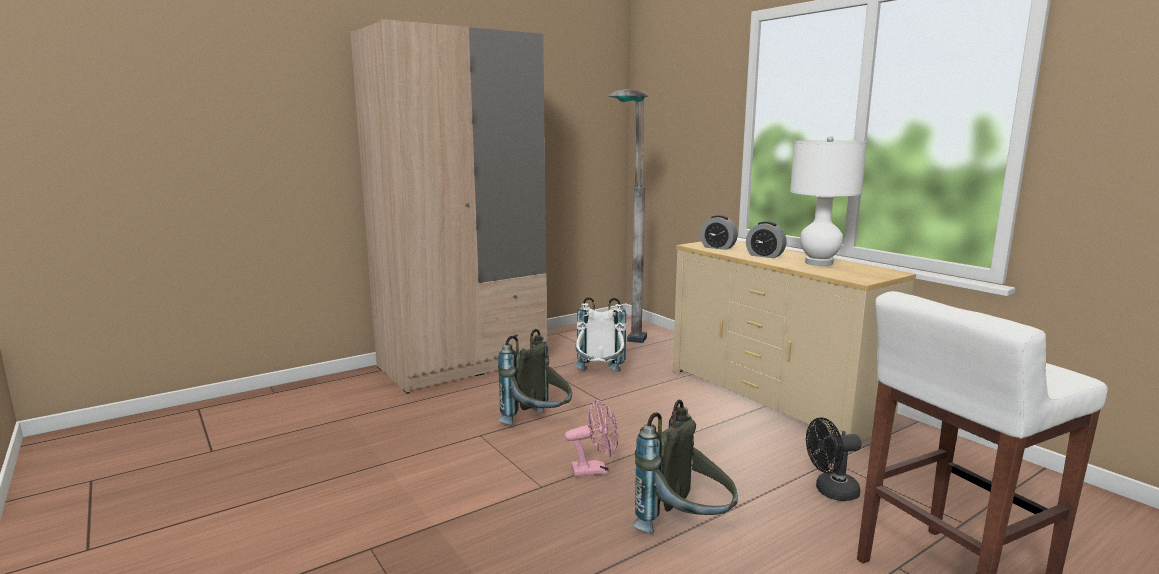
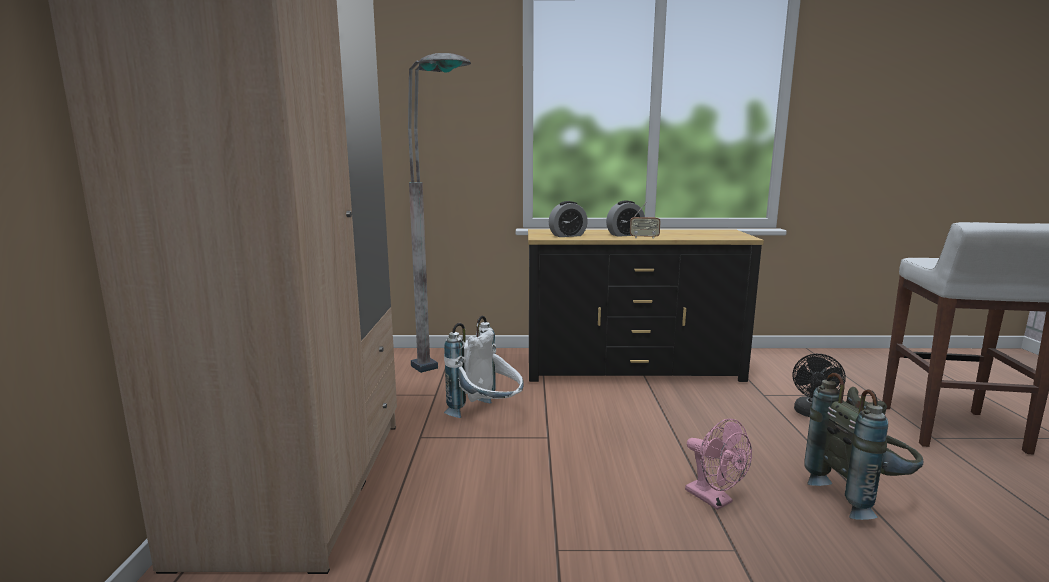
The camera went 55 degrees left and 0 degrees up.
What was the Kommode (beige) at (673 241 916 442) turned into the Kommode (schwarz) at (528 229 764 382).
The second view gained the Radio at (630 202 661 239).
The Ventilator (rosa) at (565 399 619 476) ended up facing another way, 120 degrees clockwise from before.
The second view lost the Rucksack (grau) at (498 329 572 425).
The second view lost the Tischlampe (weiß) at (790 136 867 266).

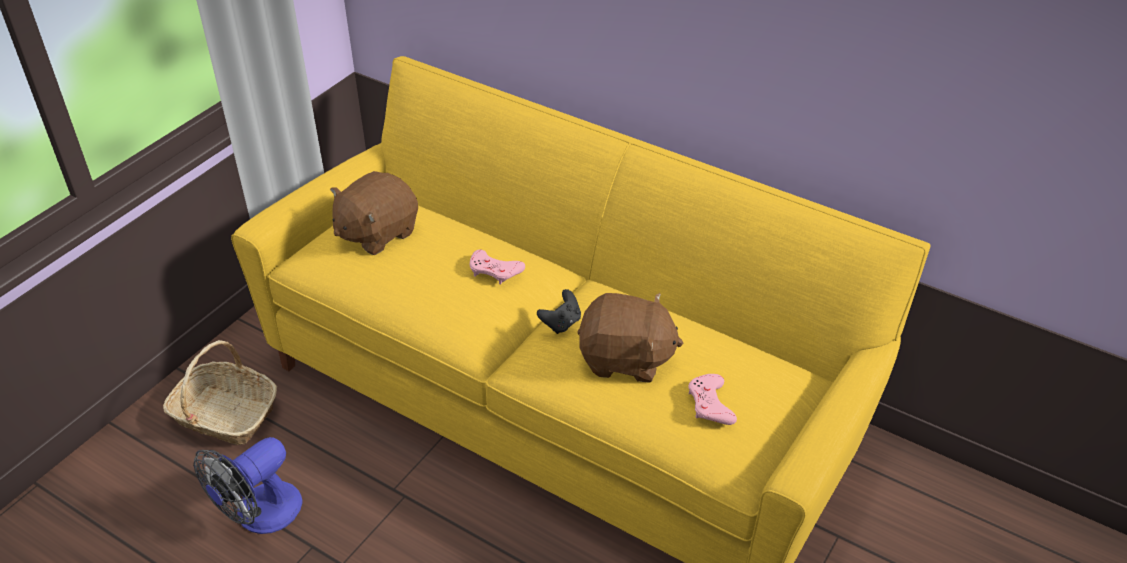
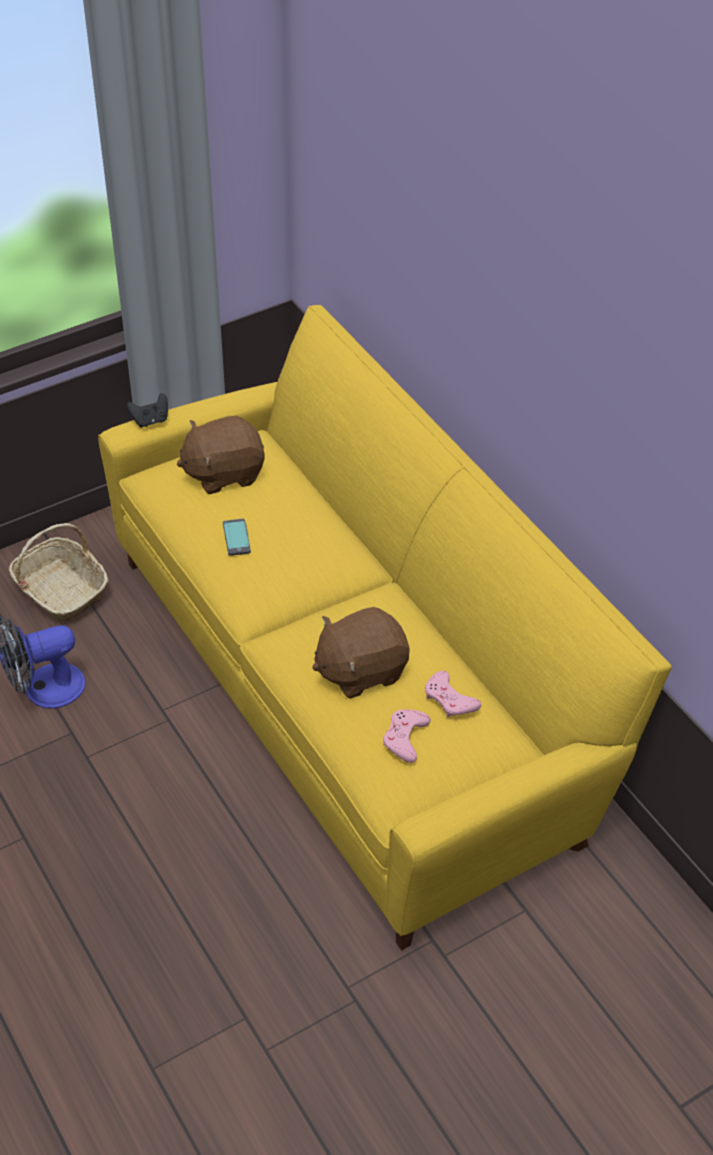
The camera went 25 degrees right and 5 degrees up.
The Gamepad (schwarz) ended up elsewhere, having gone from (537 289 581 334) to (127 393 168 427).
The second view gained the Handy at (223 519 251 556).
The Plüschtier (braun) at (577 293 683 383) ended up facing another way, 120 degrees clockwise from before.
The Gamepad (rosa) ended up elsewhere, having gone from (470 250 525 284) to (425 671 481 717).

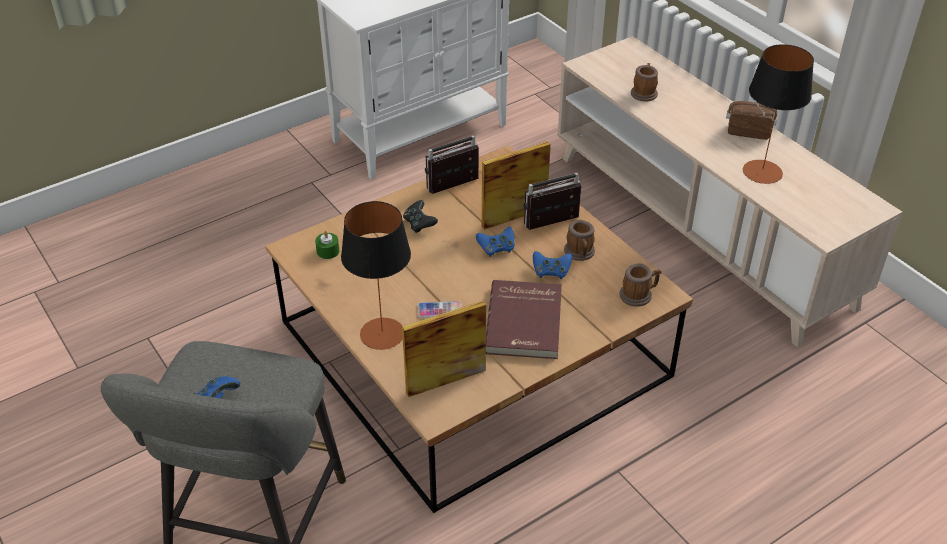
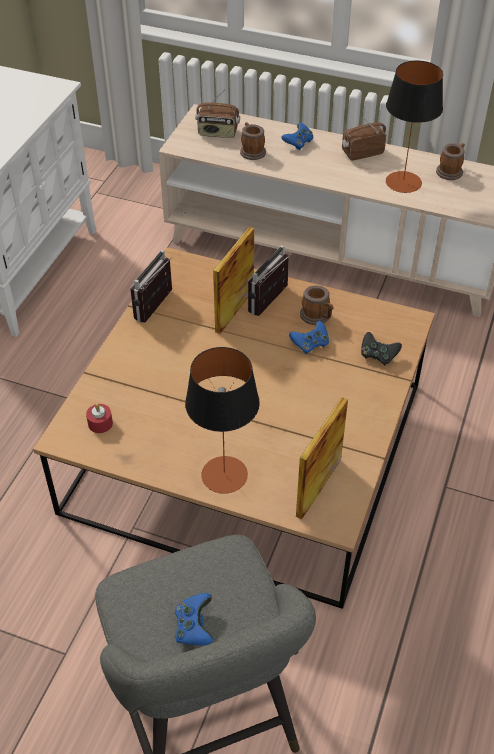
The camera went 35 degrees left and 5 degrees up.
What was the Kerze (grün) at (315 230 339 259) turned into the Kerze (rot) at (86 404 113 433).
The second view gained the Radio at (195 90 240 138).
The Gamepad (blau) ended up elsewhere, having gone from (476 227 515 257) to (282 123 313 150).
The Gamepad (schwarz) ended up elsewhere, having gone from (403 200 438 233) to (361 332 402 366).
The Henkelbecher ended up elsewhere, having gone from (619 263 662 307) to (436 143 465 180).
The second view lost the Handy at (418 301 461 318).
The second view lost the Buch (rot) at (486 280 562 359).

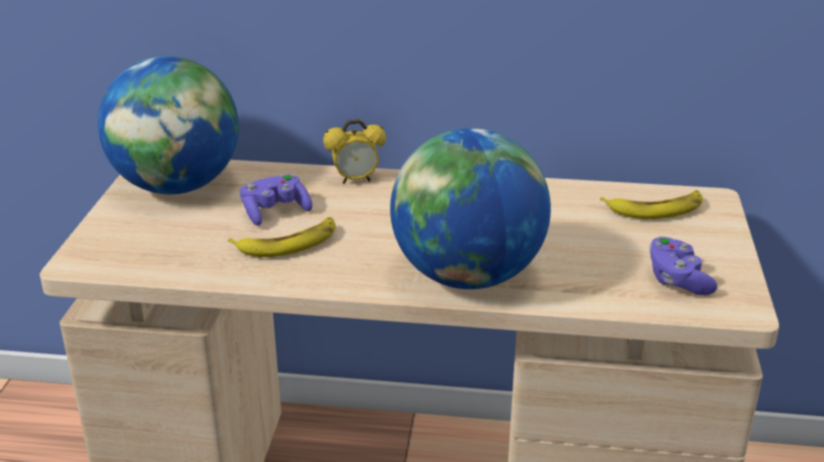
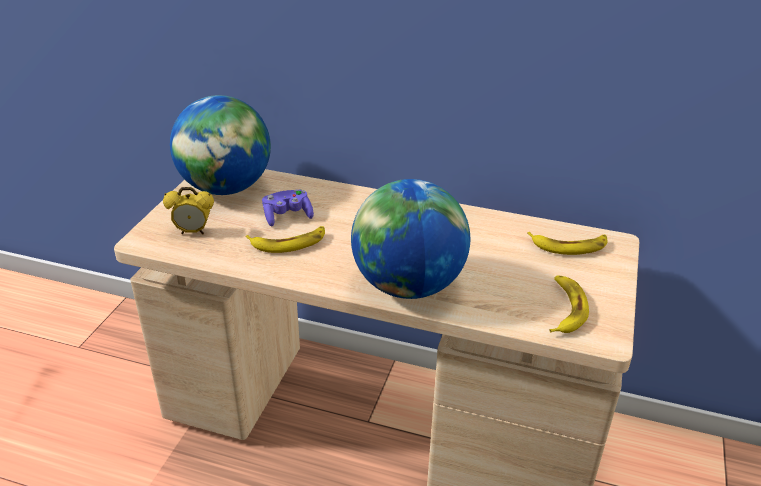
The camera went 10 degrees right and 5 degrees up.
The Wecker ended up elsewhere, having gone from (323 119 386 184) to (163 187 214 234).
Where the Gamepad (lila) stood at (649 236 718 295), the Banane came to stand at (549 275 589 333).

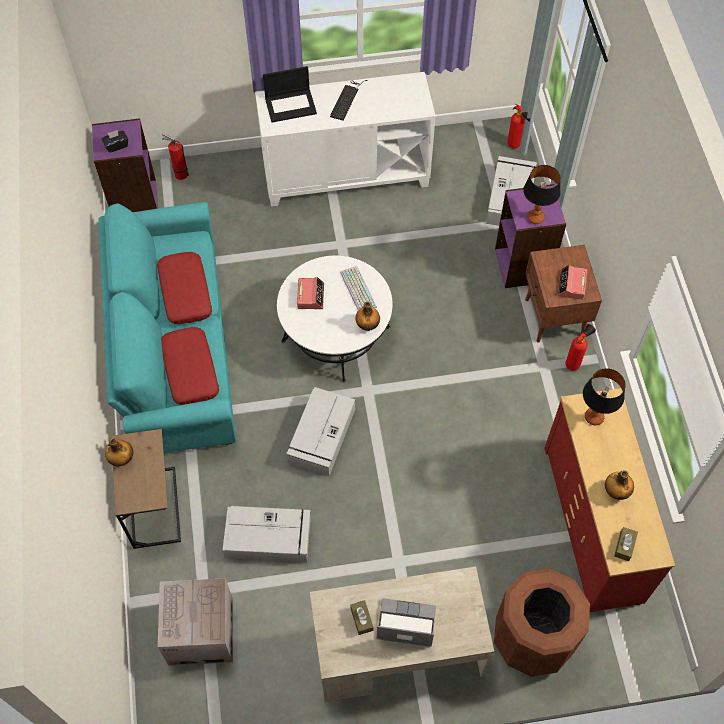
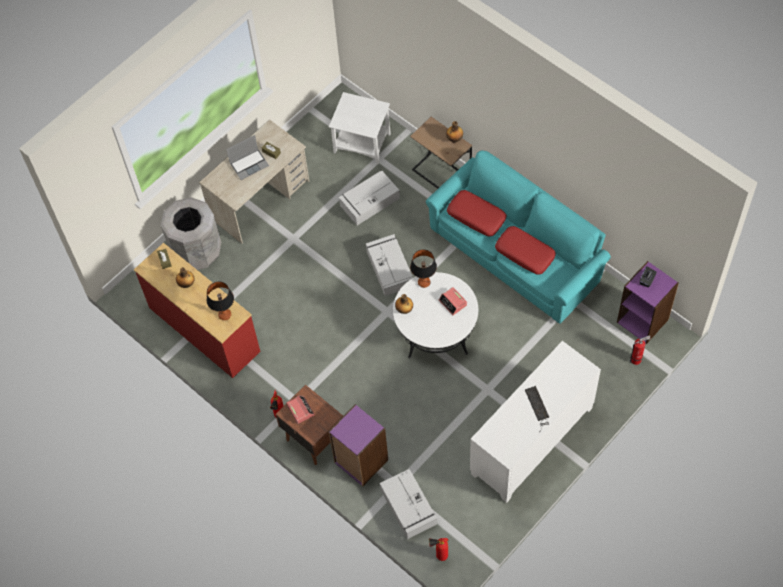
The camera went 145 degrees right and 0 degrees up.
What was the Mülleimer (braun) at (494 568 590 677) turned into the Mülleimer (grau) at (161 197 221 270).
Where the Karton stood at (157 578 233 666), the Beistelltisch (weiß) came to stand at (329 92 391 164).
The Tischlampe ended up elsewhere, having gone from (523 165 561 224) to (410 249 437 288).
The second view lost the Laptop at (263 66 317 122).
The second view lost the Tastatur at (340 266 377 310).

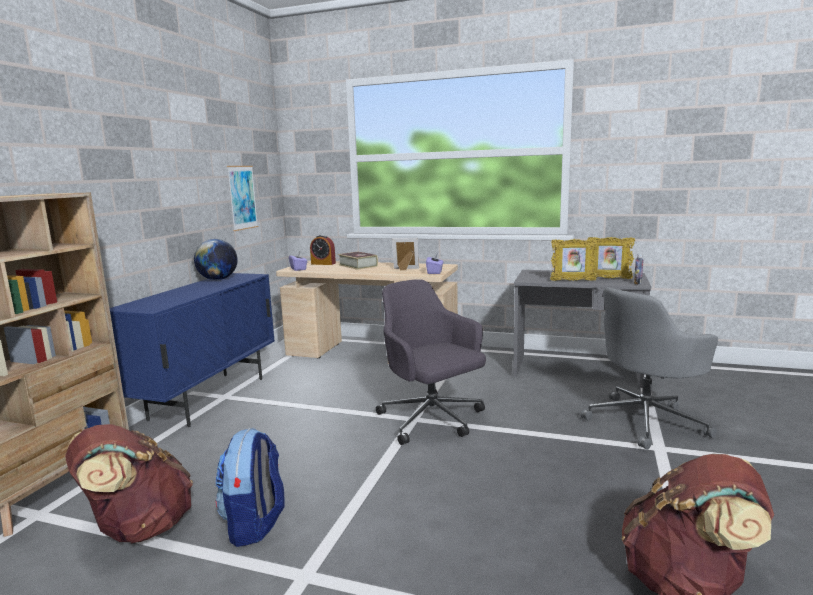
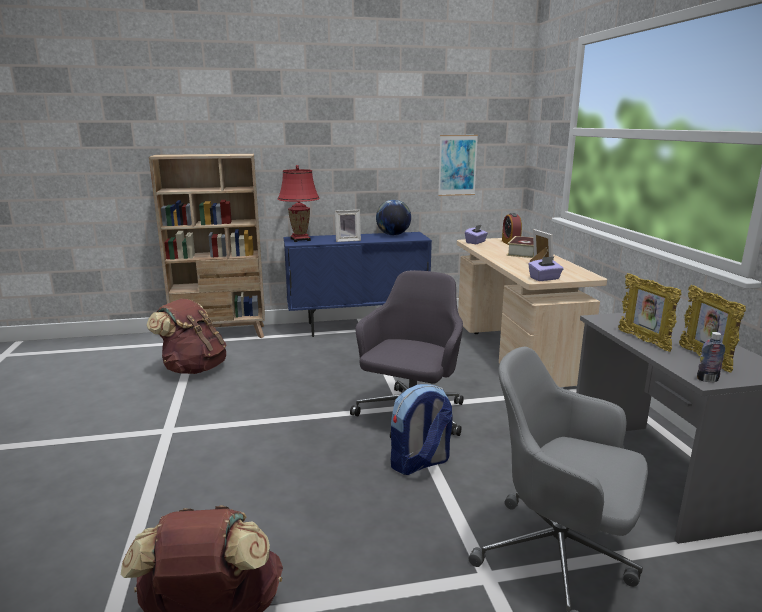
The camera went 60 degrees right and 5 degrees up.
The second view gained the Tischlampe (rot) at (278 165 320 242).
The second view gained the Bilderrahmen at (335 210 361 242).
The Rucksack ended up elsewhere, having gone from (216 428 284 547) to (391 384 453 475).

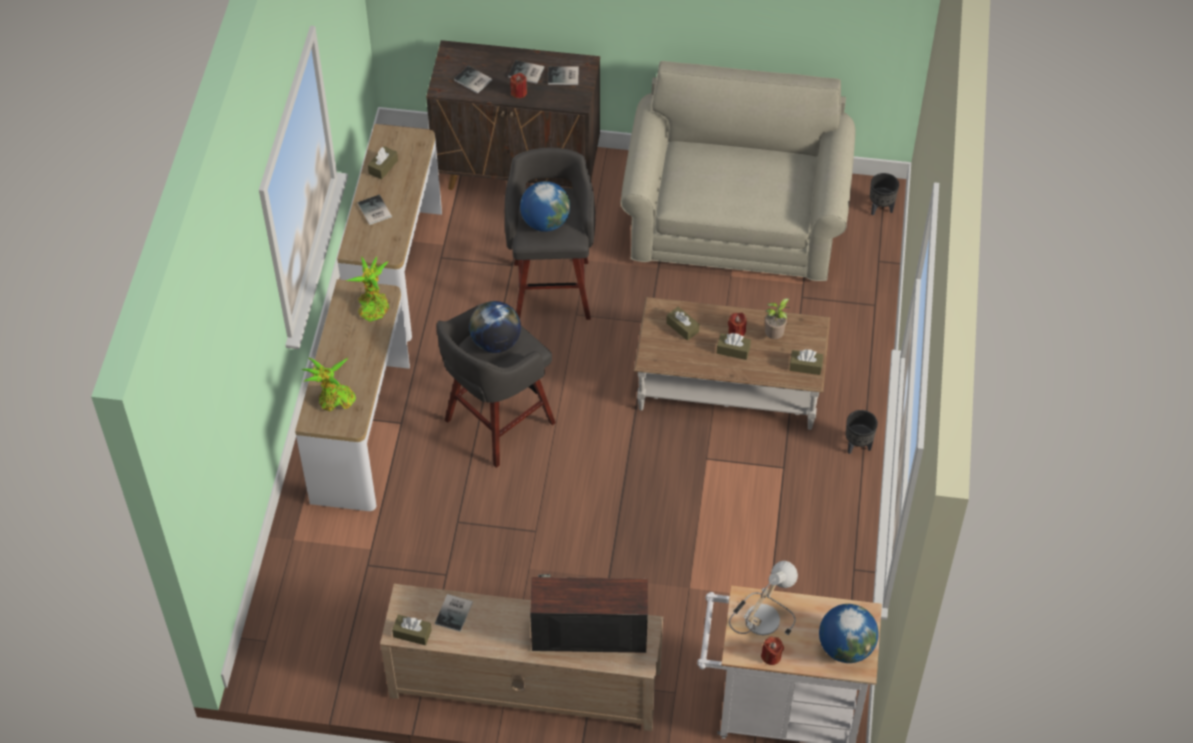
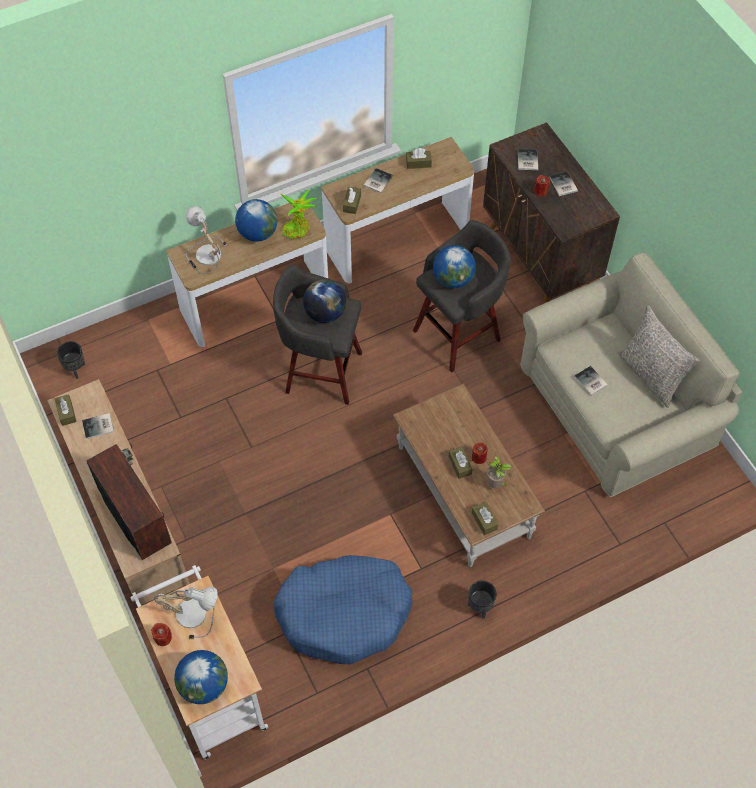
The camera went 55 degrees right and 5 degrees up.
The Pflanzkübel (schwarz) ended up elsewhere, having gone from (870 173 899 215) to (57 341 85 379).
Where the Topfpflanze stood at (302 358 356 411), the Tischlampe came to stand at (186 206 227 274).
The second view gained the Globus at (235 199 277 242).
The second view gained the Hundebett (blau) at (274 555 413 664).
The Taschentuchbox (braun) ended up elsewhere, having gone from (666 307 699 341) to (343 187 361 214).
The Buch ended up elsewhere, having gone from (548 66 579 85) to (574 366 608 396).
The second view gained the Kissen (grau) at (618 306 700 408).

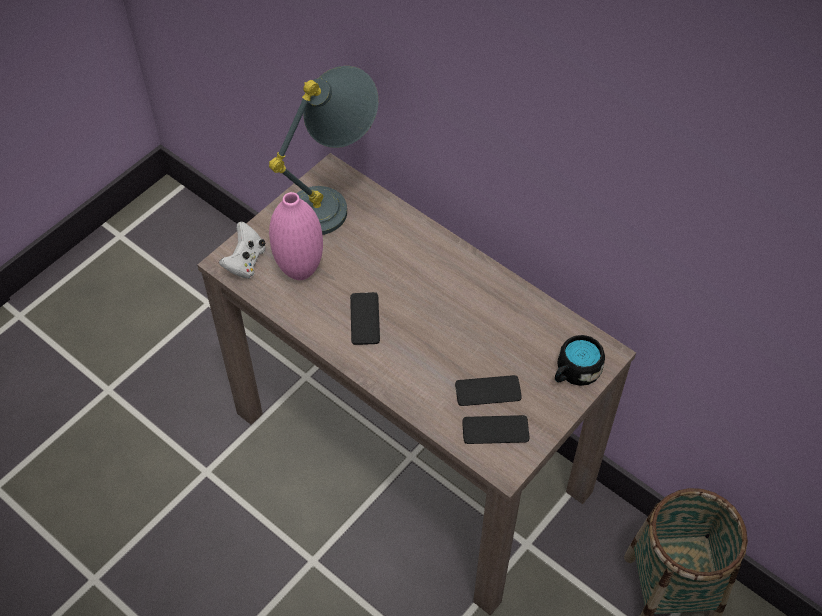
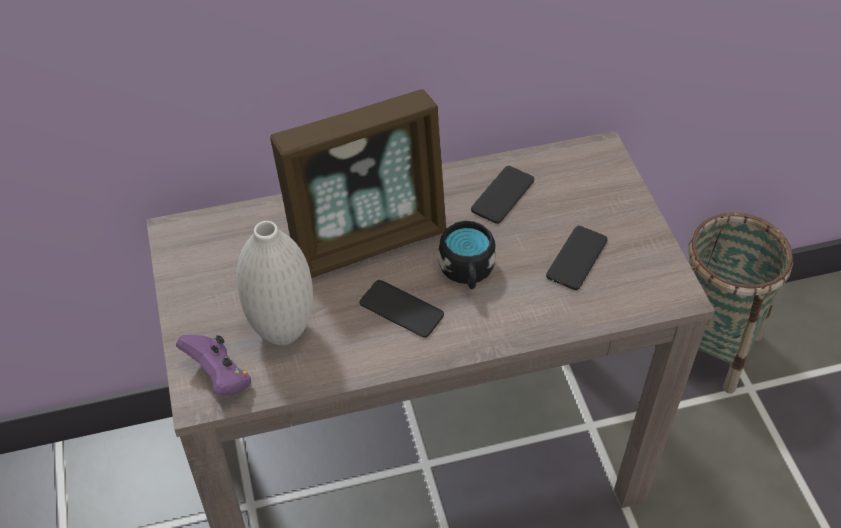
The camera went 55 degrees left and 5 degrees down.
What was the Gamepad (weiß) at (219 222 265 279) turned into the Gamepad (lila) at (176 335 251 395).
What was the Vase (rosa) at (269 192 323 280) turned into the Vase (weiß) at (237 221 313 346).
The second view gained the Bilderrahmen at (270 89 447 278).
The Henkelbecher (schwarz) ended up elsewhere, having gone from (555 335 605 386) to (438 221 496 290).
The Handy ended up elsewhere, having gone from (462 415 529 444) to (471 166 534 224).
The second view lost the Tischlampe (grau) at (269 66 378 235).

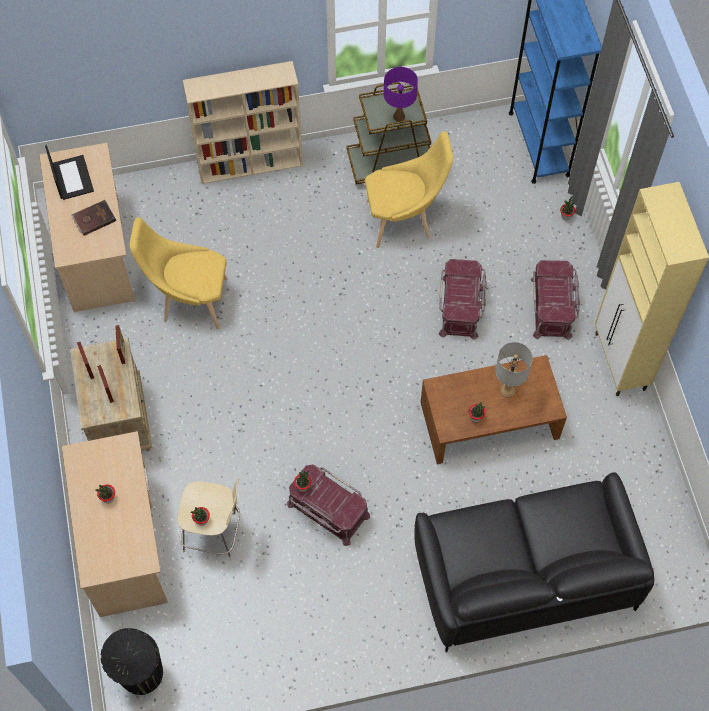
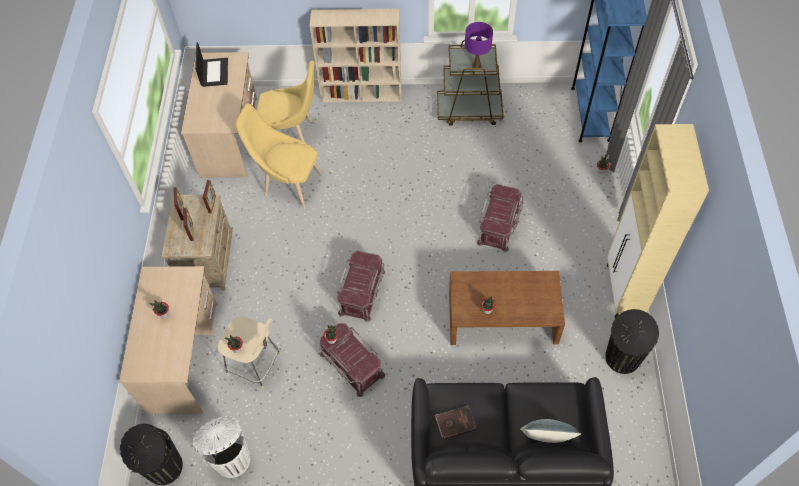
The camera went 15 degrees right and 5 degrees down.
The second view gained the Mülleimer (weiß) at (193 416 250 478).
The Stuhl (gelb) ended up elsewhere, having gone from (365 131 453 248) to (257 61 314 142).
The Aufbewahrungsbox (rot) ended up elsewhere, having gone from (531 260 580 340) to (337 251 385 323).
The Buch (braun) ended up elsewhere, having gone from (72 200 116 236) to (435 406 477 440).
The second view gained the Kissen at (520 419 581 443).
The second view gained the Mülleimer (schwarz) at (605 309 659 374).
The second view lost the Tischlampe (grau) at (495 342 533 397).

